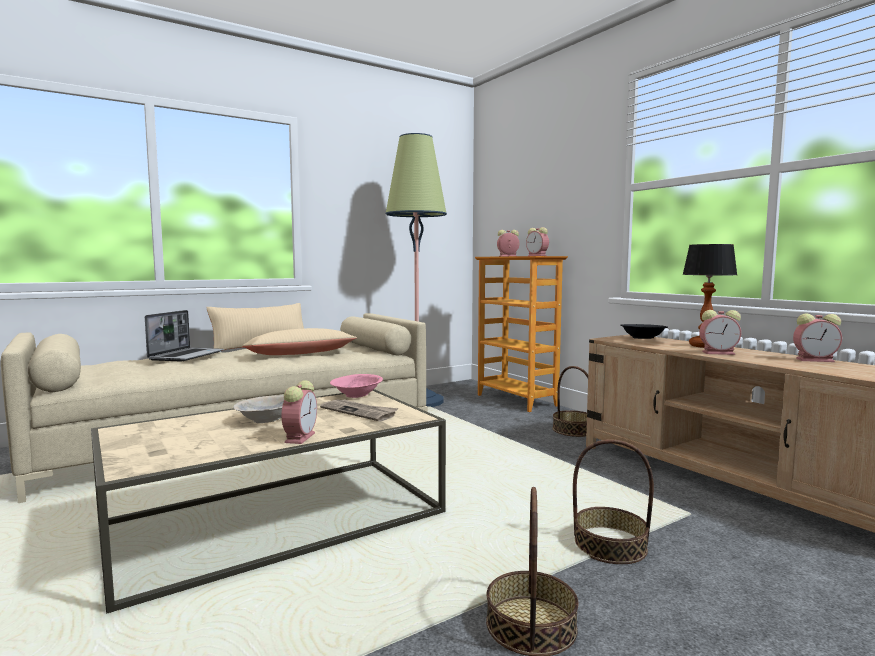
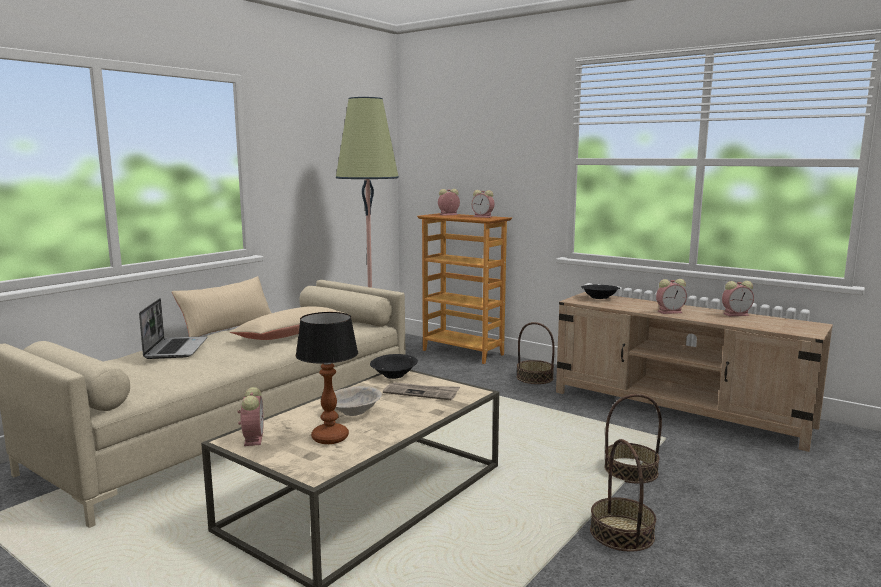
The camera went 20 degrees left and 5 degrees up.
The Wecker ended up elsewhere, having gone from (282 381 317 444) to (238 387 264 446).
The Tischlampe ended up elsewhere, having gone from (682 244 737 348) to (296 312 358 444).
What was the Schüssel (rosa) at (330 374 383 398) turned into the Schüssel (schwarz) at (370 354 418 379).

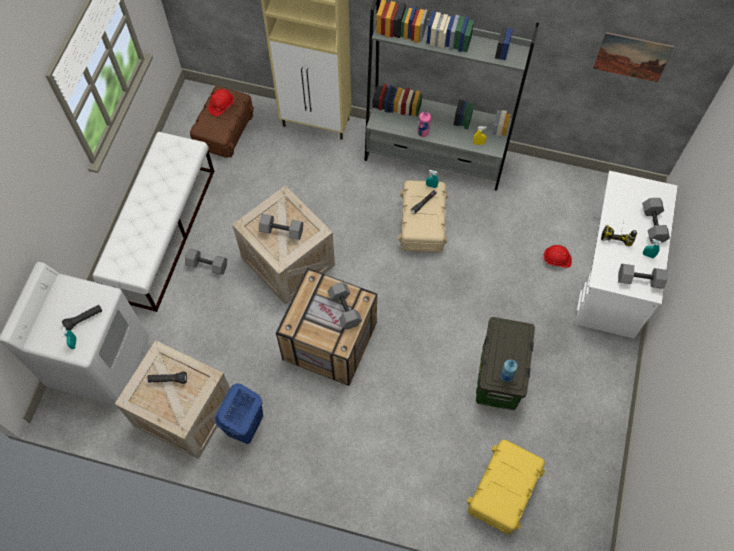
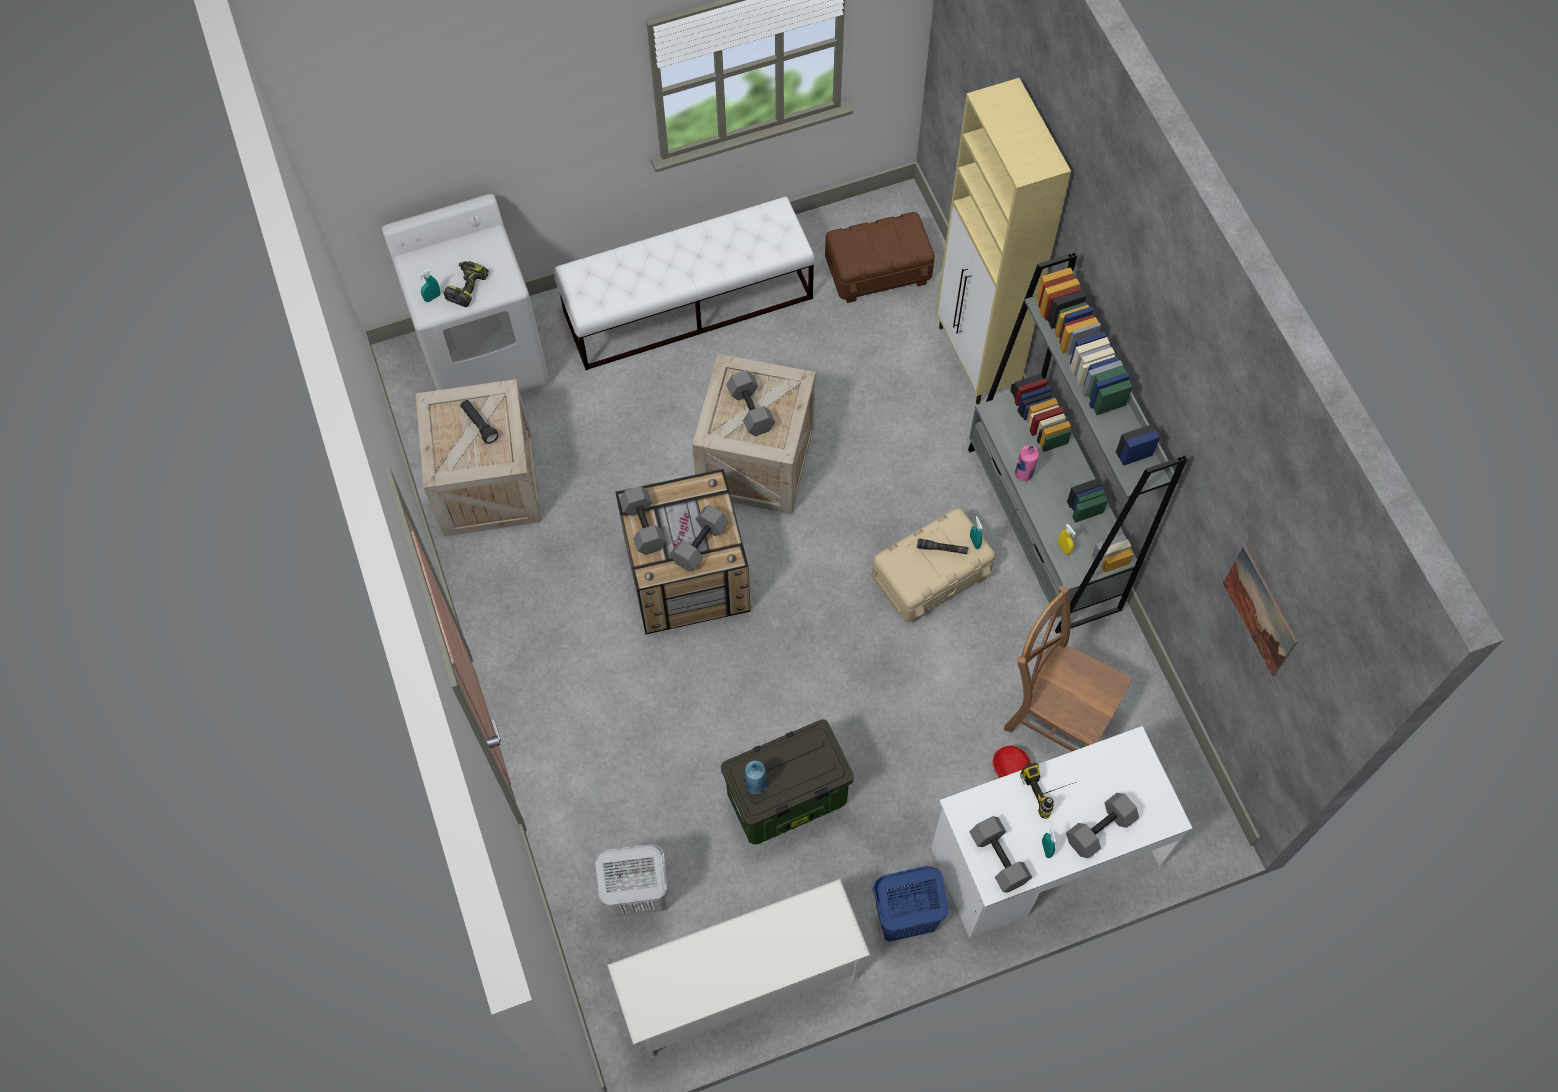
The camera went 55 degrees right and 0 degrees up.
Where the Taschenlampe (schwarz) stood at (62 305 102 330), the Bohrmaschine came to stand at (443 261 489 307).
Where the Aufbewahrungsbox (gelb) stood at (467 439 545 534), the Wäschekorb (weiß) came to stand at (595 844 668 917).
The second view gained the Schuhregal (weiß) at (607 879 870 1059).
The Hantel (grau) ended up elsewhere, having gone from (185 249 227 274) to (620 486 667 555).
The Wäschekorb (blau) ended up elsewhere, having gone from (215 383 263 444) to (873 866 949 942).
The second view gained the Stuhl (braun) at (1004 585 1133 751).
The second view lost the Schutzhelm (rot) at (208 89 234 117).

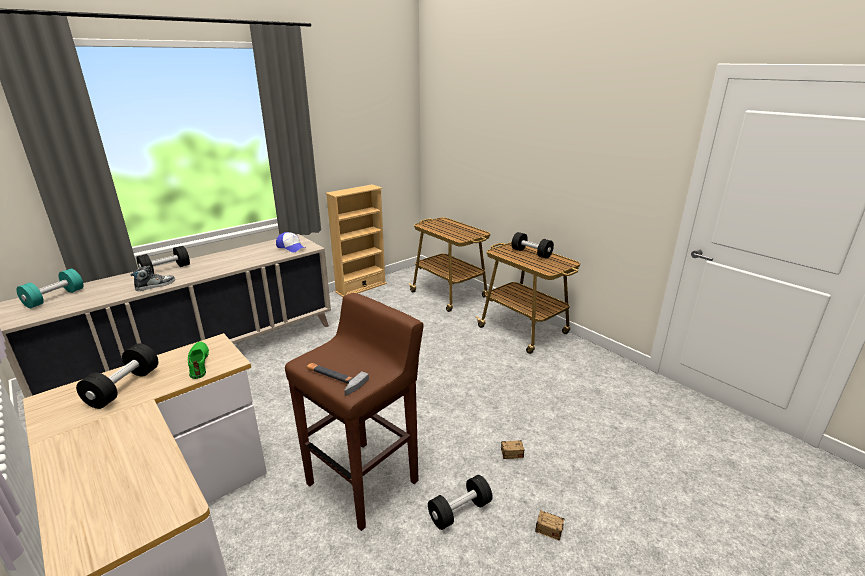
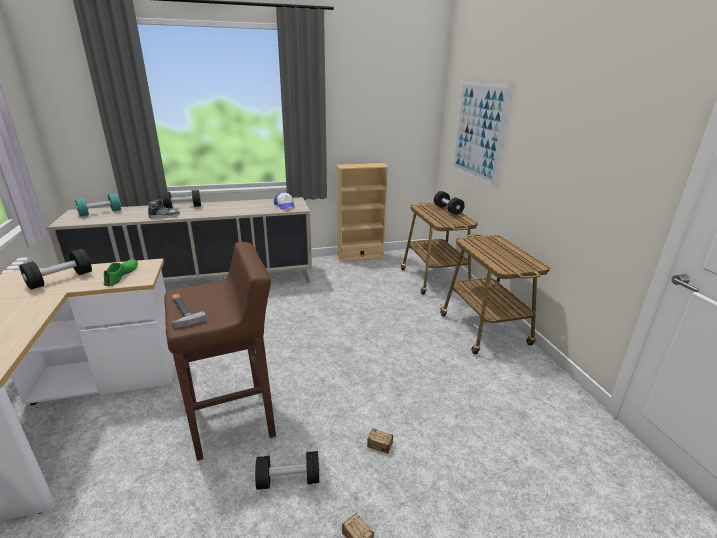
The camera went 25 degrees right and 0 degrees up.
The Hantel (schwarz) ended up elsewhere, having gone from (511 232 554 259) to (434 191 465 215).
The second view gained the Bild at (452 82 512 188).

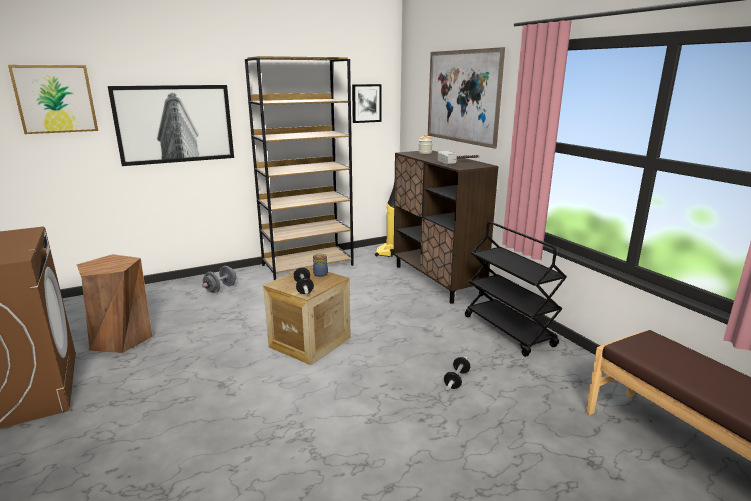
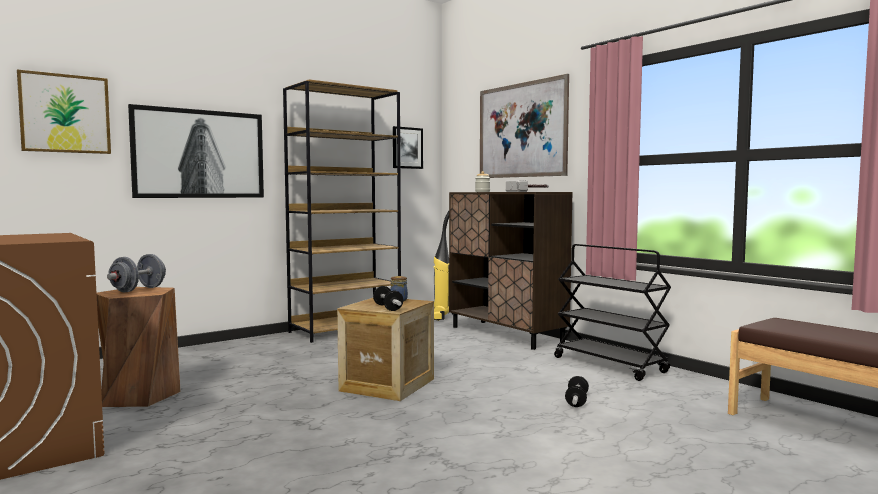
The camera went 10 degrees left and 15 degrees down.
The Hantel (grau) ended up elsewhere, having gone from (202 266 237 293) to (107 254 166 293).

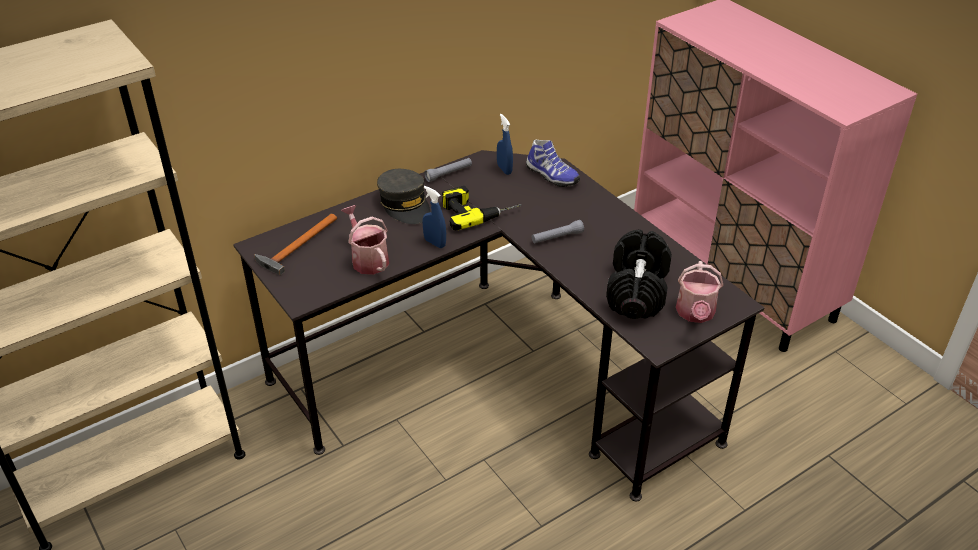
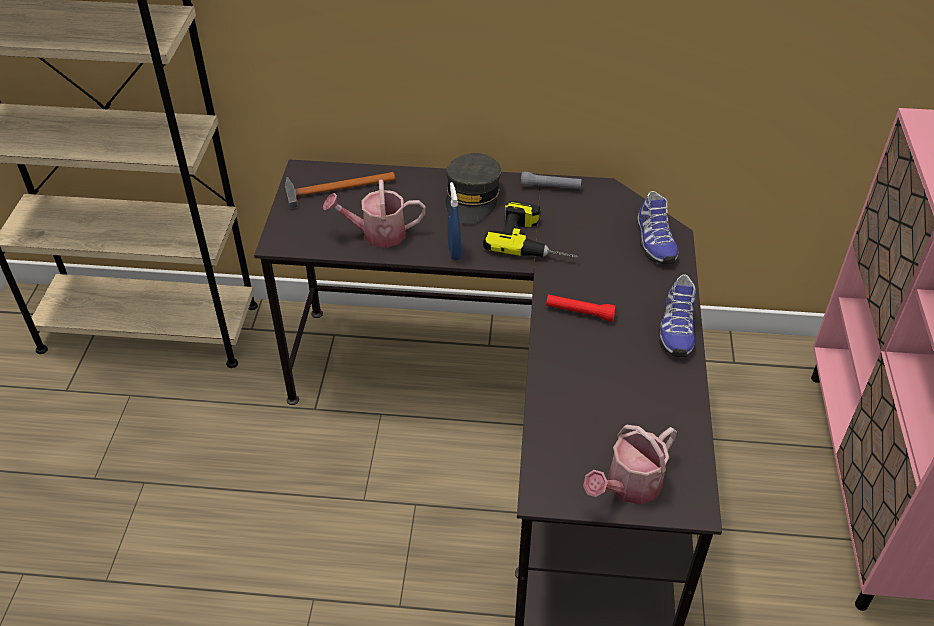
The camera went 40 degrees right and 5 degrees up.
The Gießkanne at (341 205 389 275) ended up facing another way, 105 degrees counterclockwise from before.
What was the Taschenlampe (grau) at (532 220 584 244) turned into the Taschenlampe (rot) at (546 294 616 322).
The second view gained the Schuh at (659 274 696 357).
The second view lost the Sprühflasche (blau) at (497 114 513 175).
The second view lost the Hantel (schwarz) at (606 230 672 319).

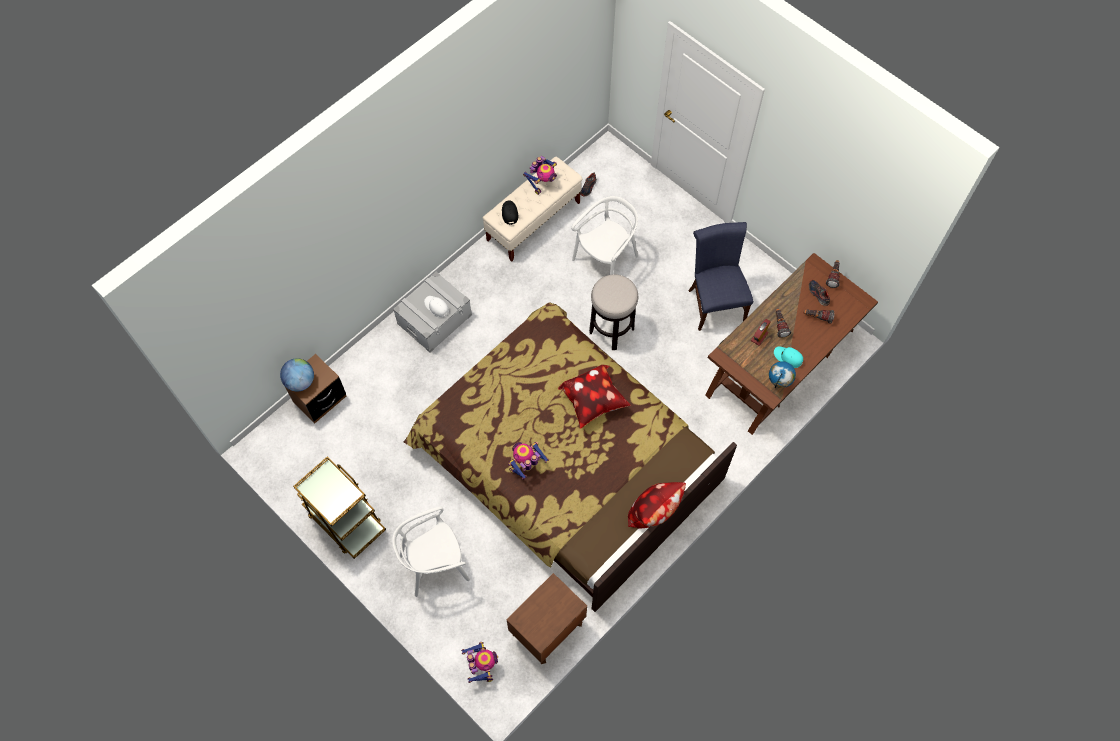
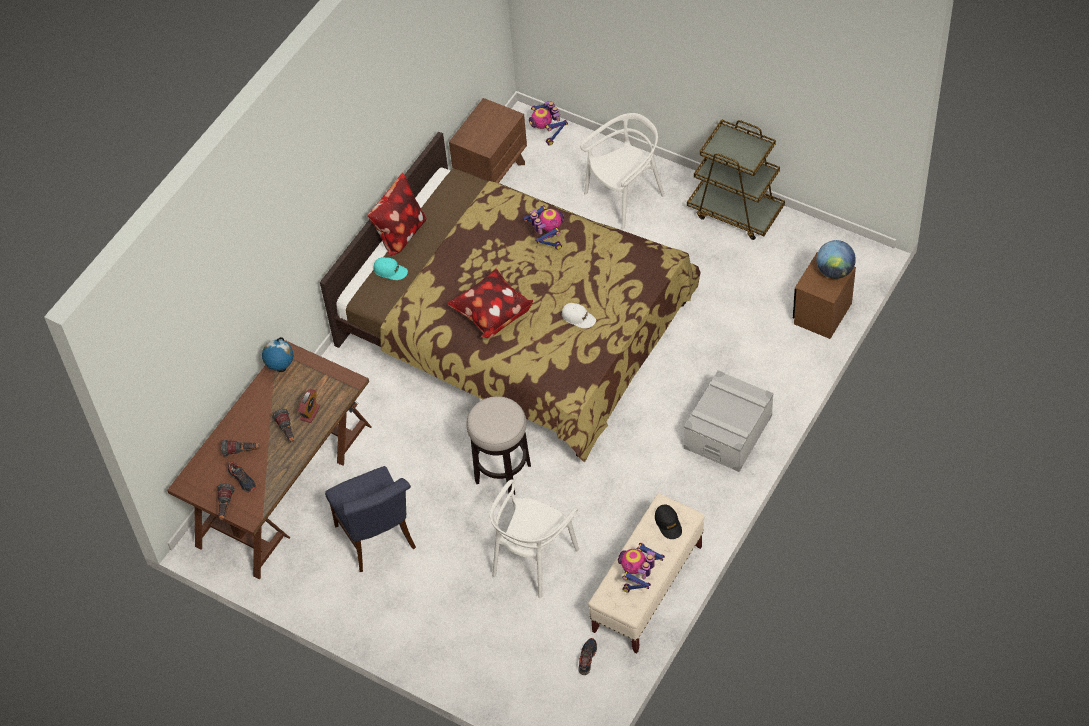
The camera went 170 degrees right and 10 degrees down.
The Kappe (türkis) ended up elsewhere, having gone from (774 347 803 368) to (374 257 408 280).
The Spielzeugroboter at (508 442 549 480) ended up facing another way, 60 degrees counterclockwise from before.
The Kappe (weiß) ended up elsewhere, having gone from (424 296 449 317) to (562 303 596 328).

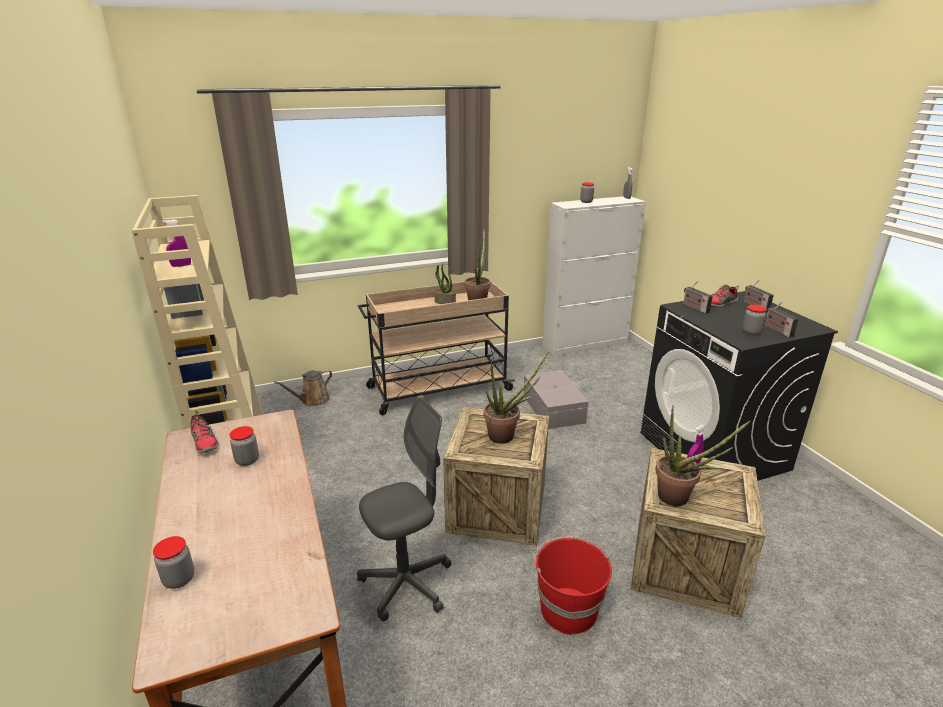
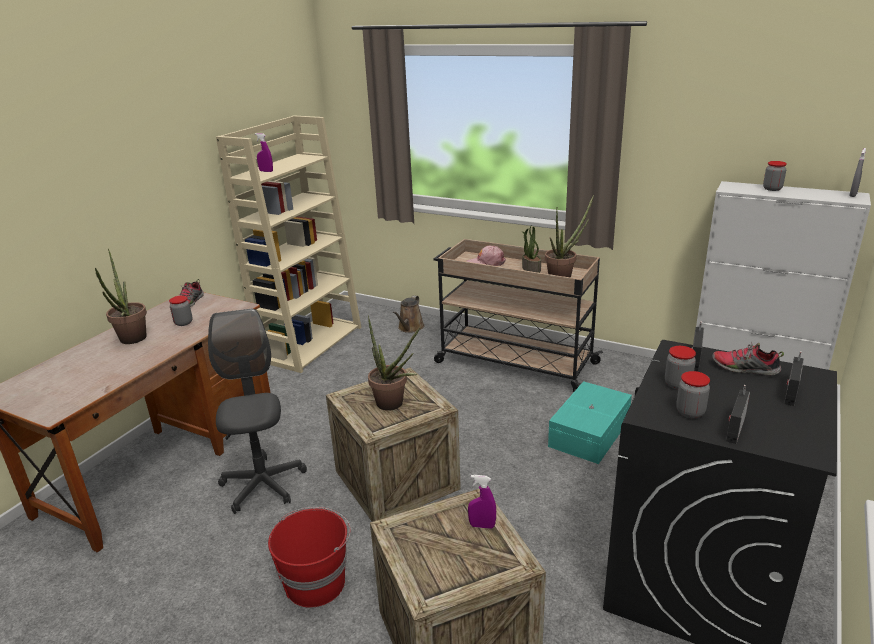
The camera went 50 degrees right and 0 degrees up.
The Topfpflanze ended up elsewhere, having gone from (655 405 750 506) to (95 249 147 344).
The Bürostuhl (grau) at (357 397 451 621) ended up facing another way, 120 degrees counterclockwise from before.
The Gießkanne (braun) at (274 369 332 406) ended up facing another way, 75 degrees counterclockwise from before.
The second view gained the Kappe (rosa) at (466 246 506 266).
What was the Aufbewahrungsbox (grau) at (523 370 589 429) turned into the Aufbewahrungsbox (türkis) at (548 381 632 464).
The Vorratsglas ended up elsewhere, having gone from (153 536 194 589) to (665 346 696 390).

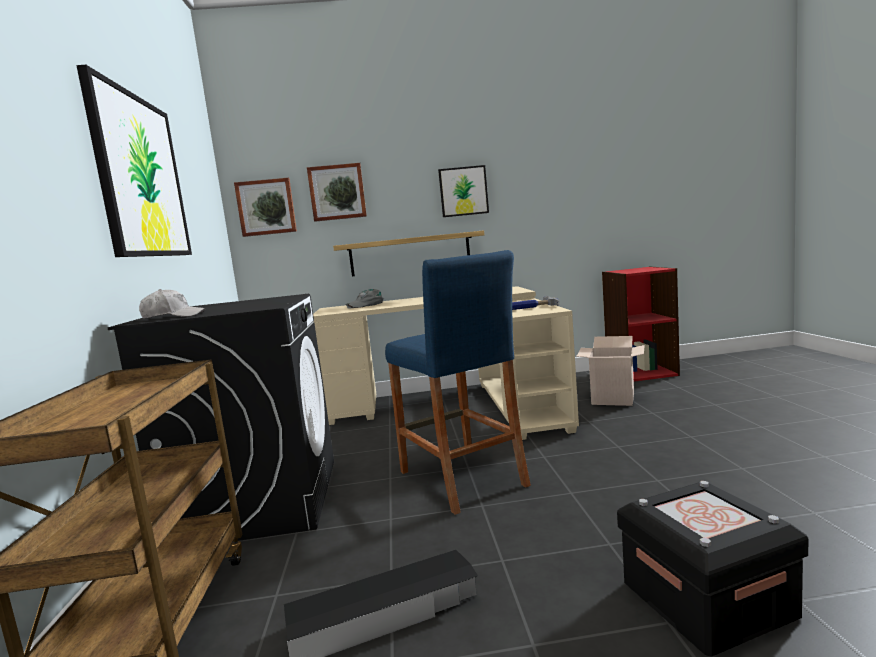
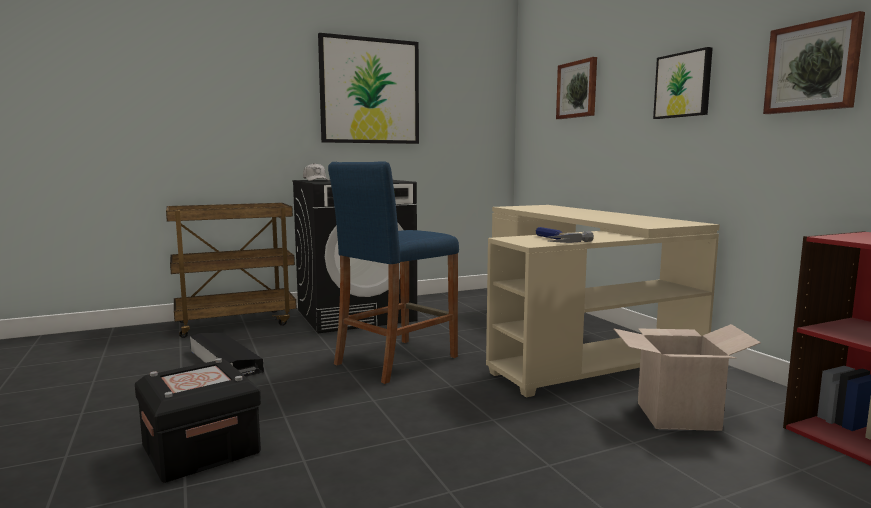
The camera went 70 degrees right and 0 degrees up.
The Bild ended up elsewhere, having gone from (234 178 297 237) to (763 11 865 114).
The second view lost the Wandregal at (333 230 484 276).
The second view lost the Kappe (grau) at (346 289 384 309).

